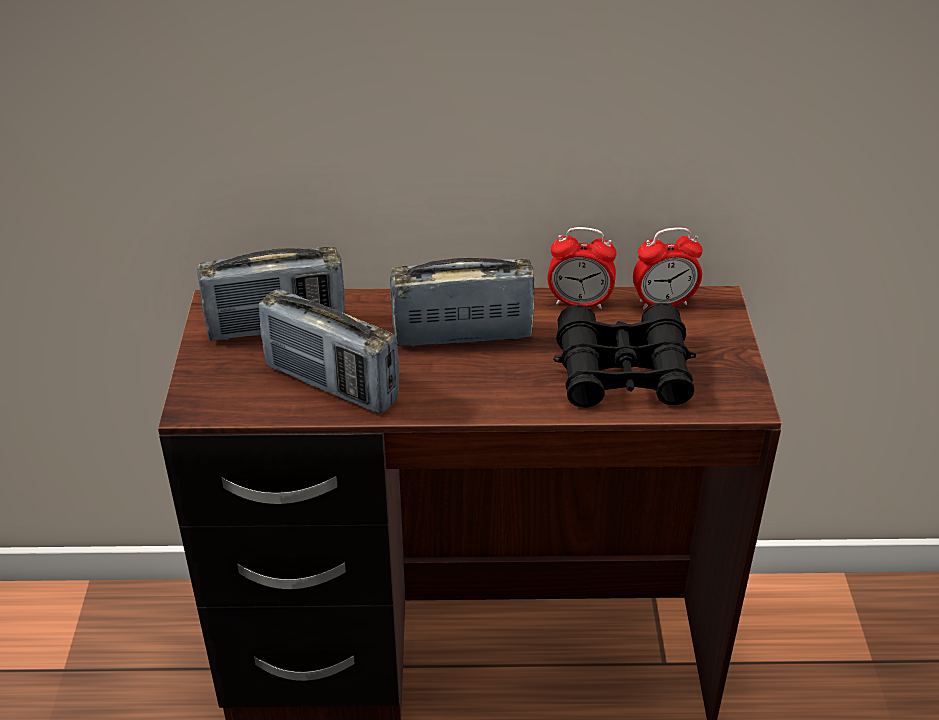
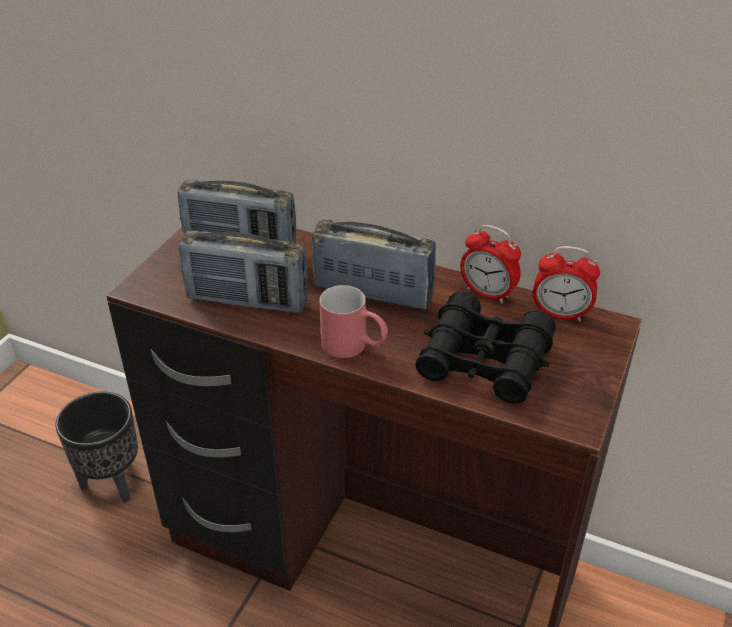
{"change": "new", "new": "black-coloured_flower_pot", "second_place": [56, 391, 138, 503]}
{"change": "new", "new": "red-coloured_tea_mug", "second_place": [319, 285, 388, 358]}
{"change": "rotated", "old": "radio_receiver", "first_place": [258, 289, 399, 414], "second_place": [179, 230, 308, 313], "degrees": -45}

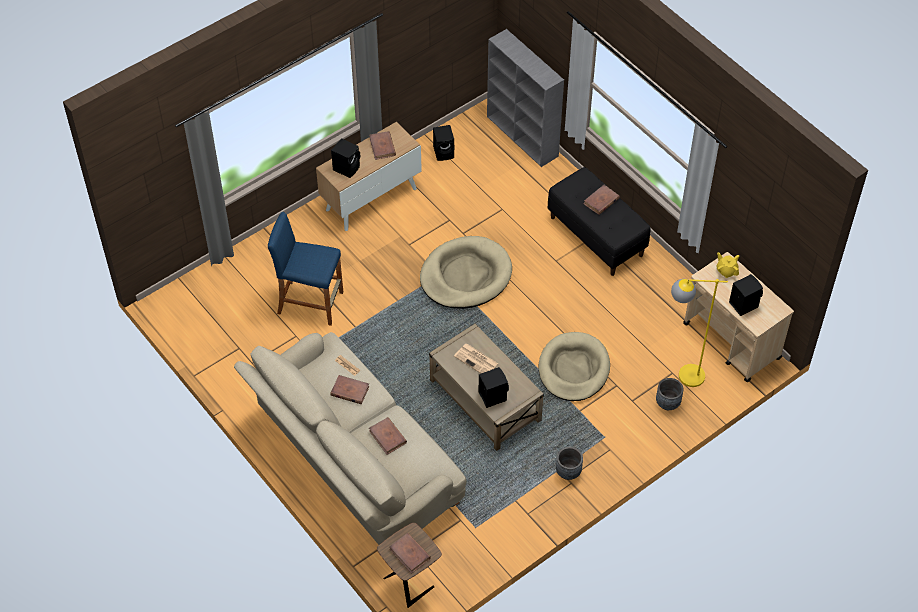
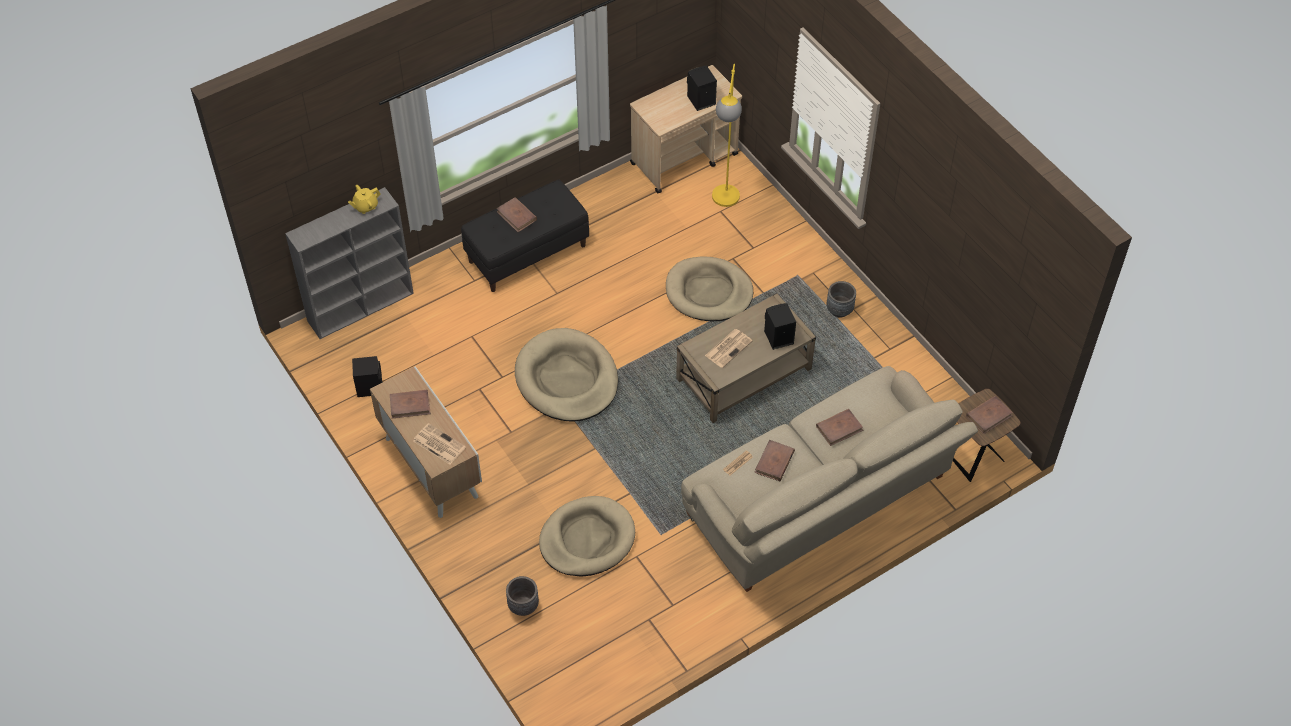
{"change": "shifted", "old": "grey_flower_pot", "first_place": [656, 378, 683, 410], "second_place": [506, 576, 539, 616]}
{"change": "shifted", "old": "yellow-coloured_tea_pot", "first_place": [717, 252, 739, 278], "second_place": [348, 185, 380, 214]}
{"change": "swapped", "old": "blue-coloured_stool_seat", "new": "beige_pet_bed", "first_place": [268, 212, 343, 326], "second_place": [539, 496, 635, 577]}
{"change": "swapped", "old": "black-coloured_audio_speaker", "new": "newspaper", "first_place": [331, 138, 360, 178], "second_place": [413, 423, 466, 465]}

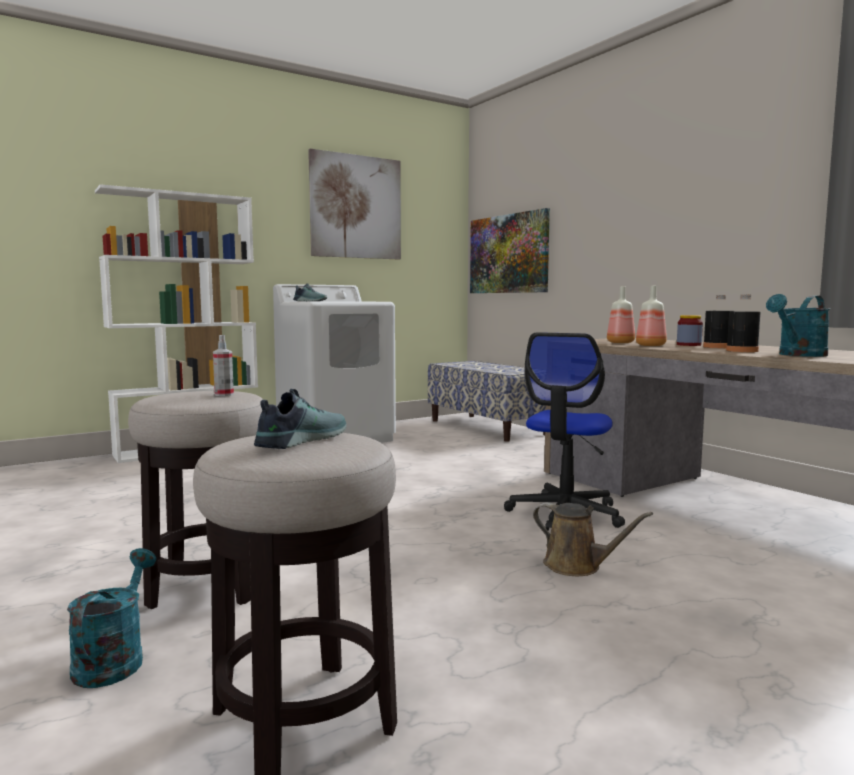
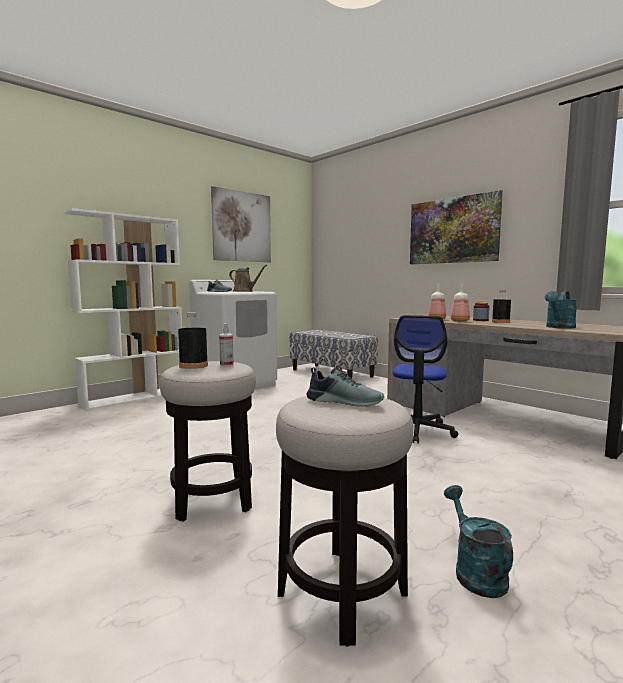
{"change": "shifted", "old": "turquoise_watering_can", "first_place": [67, 548, 156, 688], "second_place": [444, 485, 513, 598]}
{"change": "shifted", "old": "wall_art", "first_place": [470, 208, 550, 293], "second_place": [410, 190, 503, 264]}
{"change": "shifted", "old": "brown-coloured_watering_can", "first_place": [533, 502, 653, 576], "second_place": [229, 265, 267, 292]}
{"change": "shifted", "old": "black-coloured_bottle", "first_place": [726, 295, 761, 352], "second_place": [178, 312, 208, 369]}
{"change": "rotated", "old": "item_of_footwear", "first_place": [254, 389, 347, 449], "second_place": [306, 365, 384, 407], "degrees": 90}

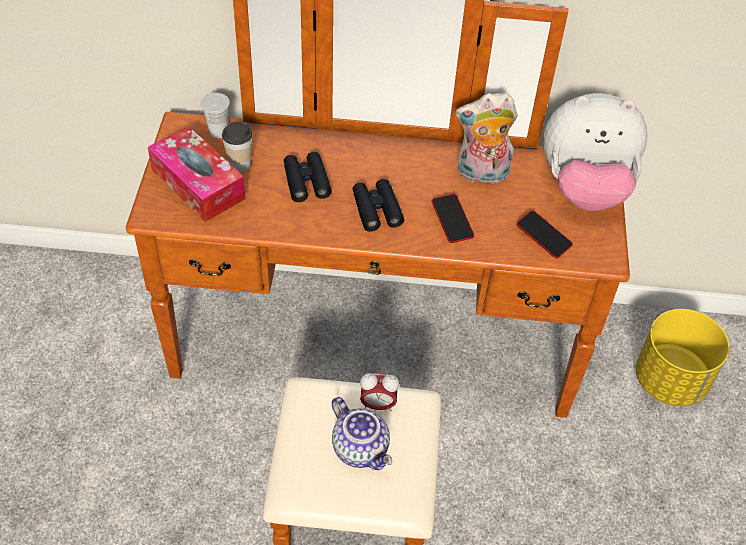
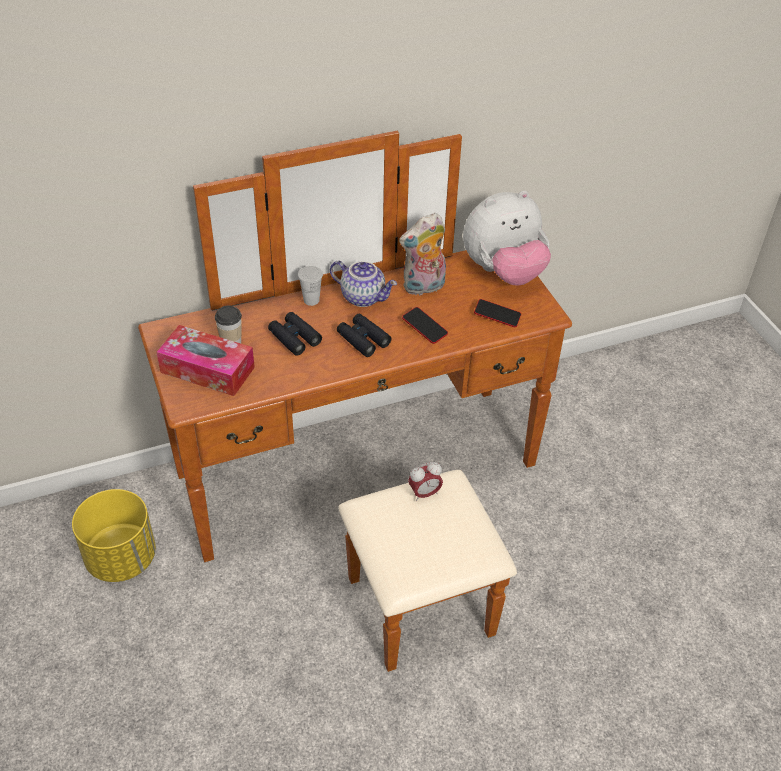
{"change": "shifted", "old": "white_cup", "first_place": [201, 93, 230, 138], "second_place": [298, 266, 323, 306]}
{"change": "shifted", "old": "tea_pot", "first_place": [332, 397, 392, 470], "second_place": [330, 260, 397, 307]}
{"change": "shifted", "old": "yellow-coloured_flower_pot", "first_place": [636, 309, 730, 406], "second_place": [72, 489, 156, 582]}

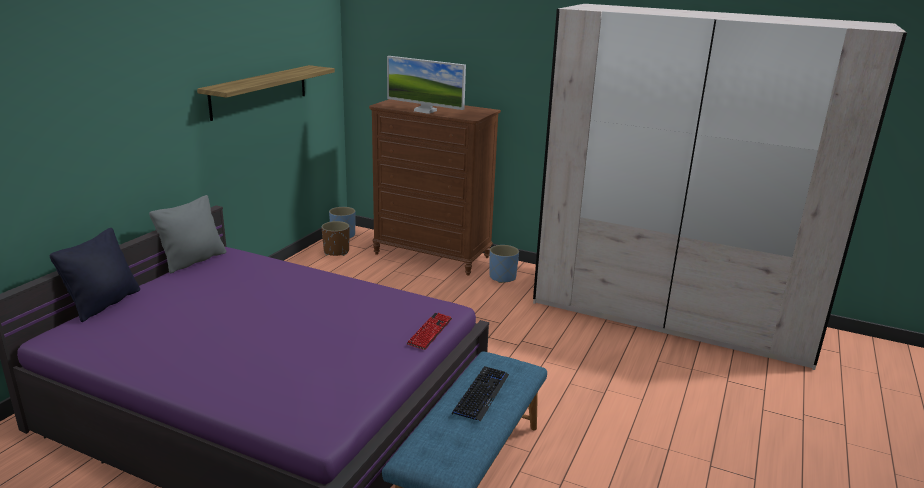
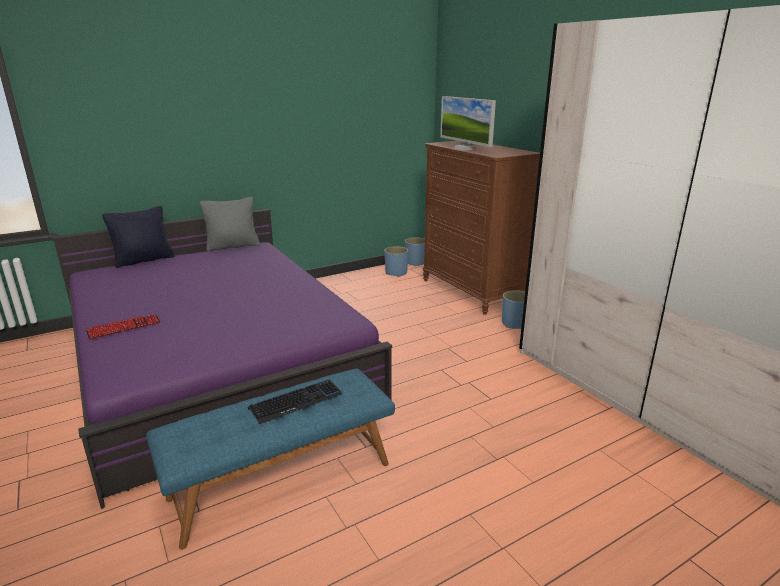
{"change": "gone", "old": "wall_shelf", "first_place": [197, 65, 335, 121]}
{"change": "shifted", "old": "keyboard", "first_place": [406, 313, 452, 350], "second_place": [86, 314, 160, 339]}
{"change": "repainted", "old": "brown-coloured_flower_pot", "new": "blue-coloured_flower_pot", "first_place": [321, 221, 350, 256], "second_place": [384, 246, 408, 277]}

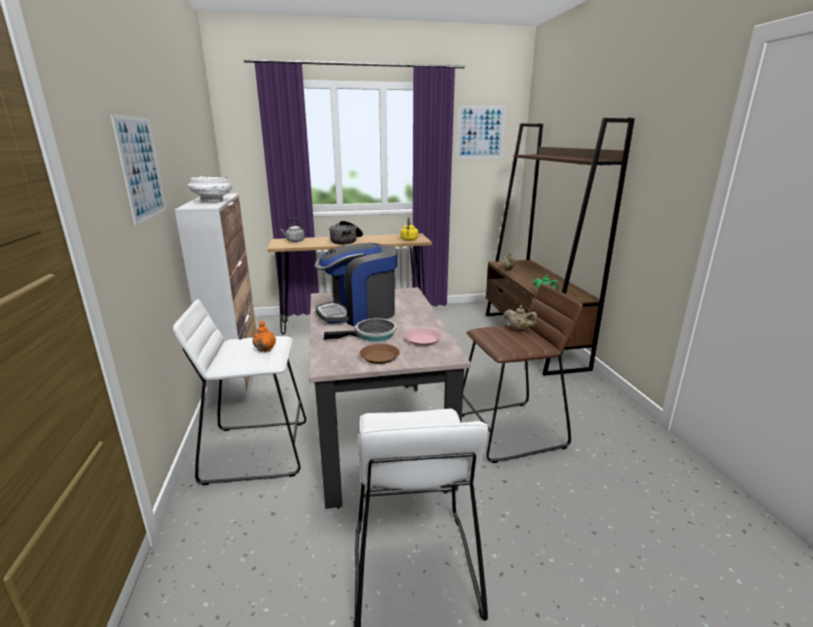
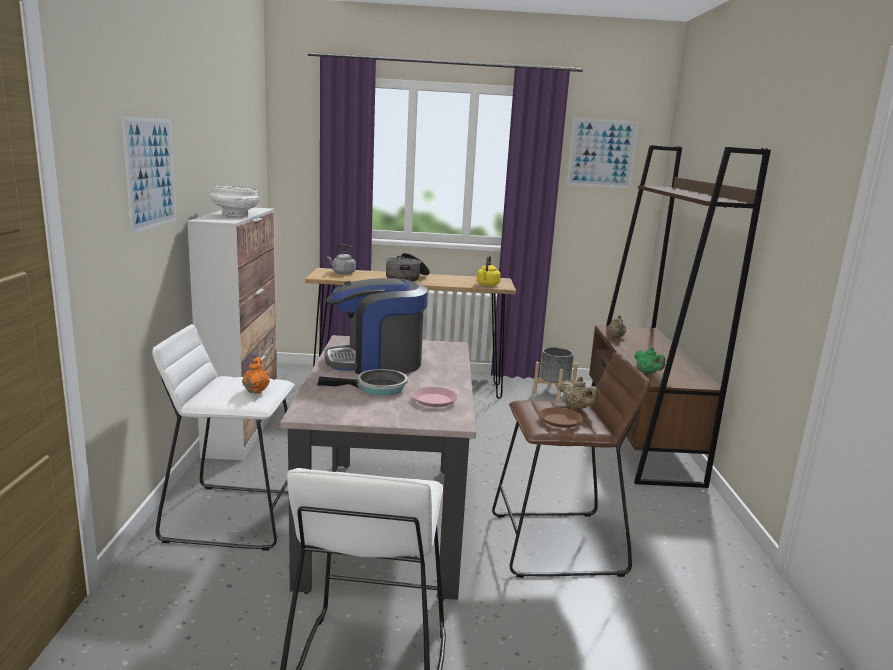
{"change": "new", "new": "grey_flower_pot", "second_place": [533, 347, 578, 401]}
{"change": "shifted", "old": "brown-coloured_dinner_plate", "first_place": [360, 344, 400, 364], "second_place": [539, 407, 583, 428]}

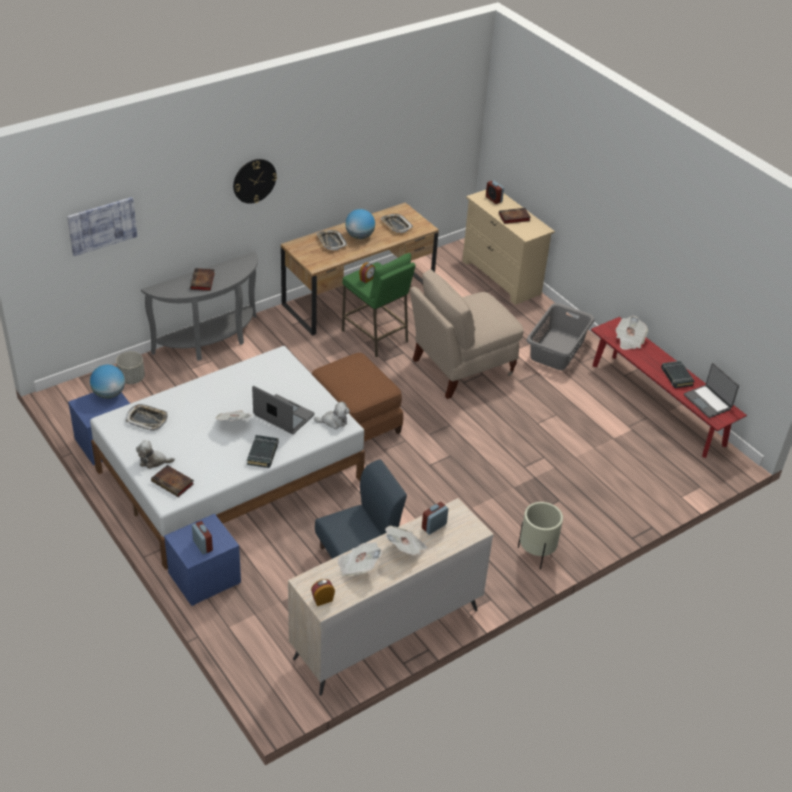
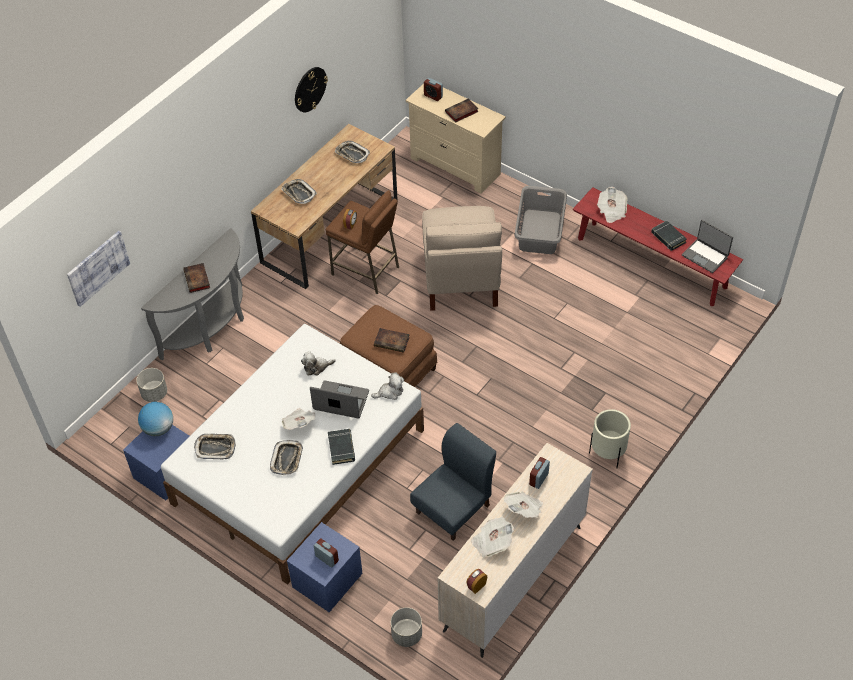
{"change": "gone", "old": "desk_globe", "first_place": [345, 209, 375, 239]}
{"change": "new", "new": "serving_tray", "second_place": [270, 440, 303, 475]}
{"change": "new", "new": "grey_flower_pot", "second_place": [391, 607, 422, 647]}
{"change": "shifted", "old": "soft_toy", "first_place": [136, 440, 175, 469], "second_place": [301, 351, 336, 375]}
{"change": "shifted", "old": "volume", "first_place": [151, 465, 194, 497], "second_place": [374, 328, 410, 353]}
{"change": "shifted", "old": "clock_on_the_wall", "first_place": [233, 159, 277, 204], "second_place": [295, 67, 328, 112]}
{"change": "repainted", "old": "greenish_stool_seat", "new": "brown-coloured_stool_seat", "first_place": [342, 253, 416, 357], "second_place": [326, 190, 399, 294]}
{"change": "rotated", "old": "beige_chair", "first_place": [410, 269, 524, 399], "second_place": [422, 206, 502, 311], "degrees": -45}

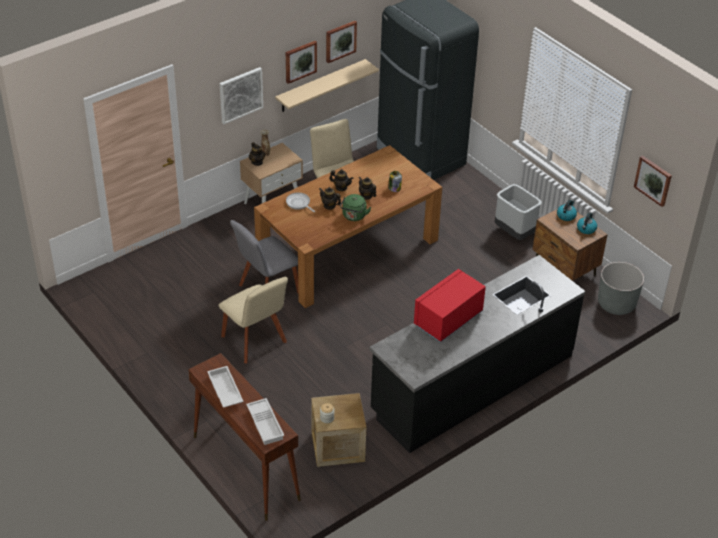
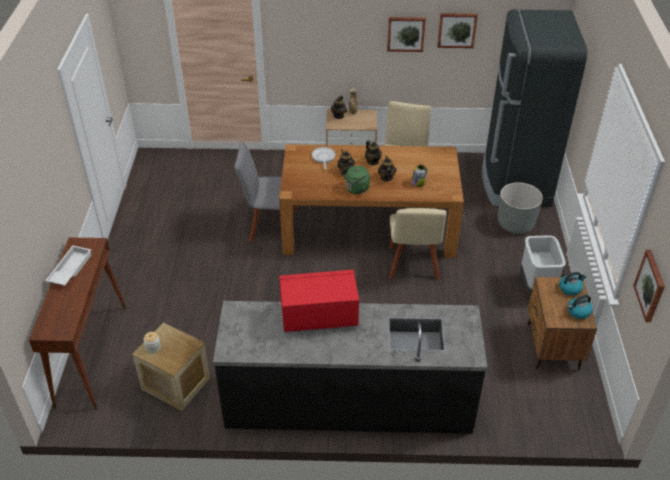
{"change": "gone", "old": "wall_art", "first_place": [220, 67, 263, 124]}
{"change": "gone", "old": "white_serving_tray", "first_place": [246, 398, 284, 445]}
{"change": "gone", "old": "beige_wall_shelf", "first_place": [275, 59, 379, 112]}
{"change": "shifted", "old": "beige_chair", "first_place": [218, 277, 288, 363], "second_place": [389, 208, 447, 280]}
{"change": "shifted", "old": "grey_flower_pot", "first_place": [598, 262, 644, 315], "second_place": [498, 182, 543, 234]}

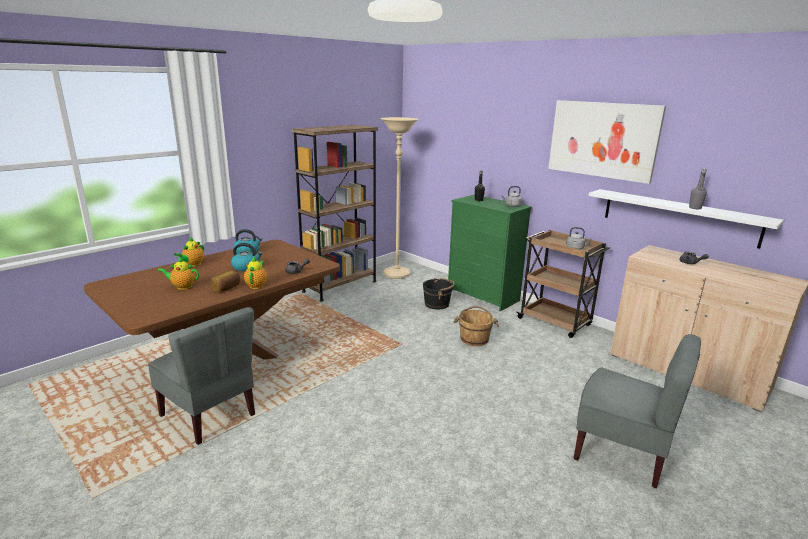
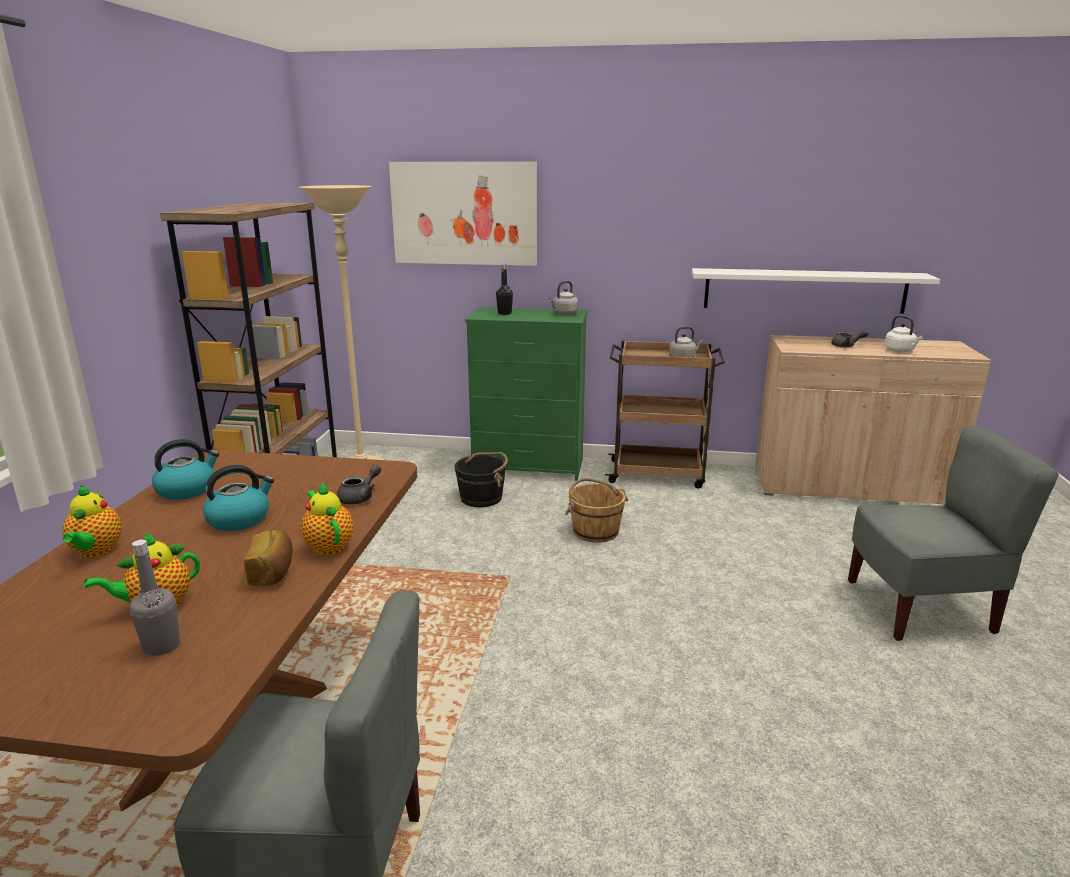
{"change": "new", "new": "white_tea_kettle", "second_place": [884, 315, 923, 352]}
{"change": "shifted", "old": "wall_art", "first_place": [548, 100, 666, 184], "second_place": [389, 162, 537, 266]}
{"change": "shifted", "old": "grey_bottle", "first_place": [689, 168, 707, 209], "second_place": [130, 539, 180, 656]}

